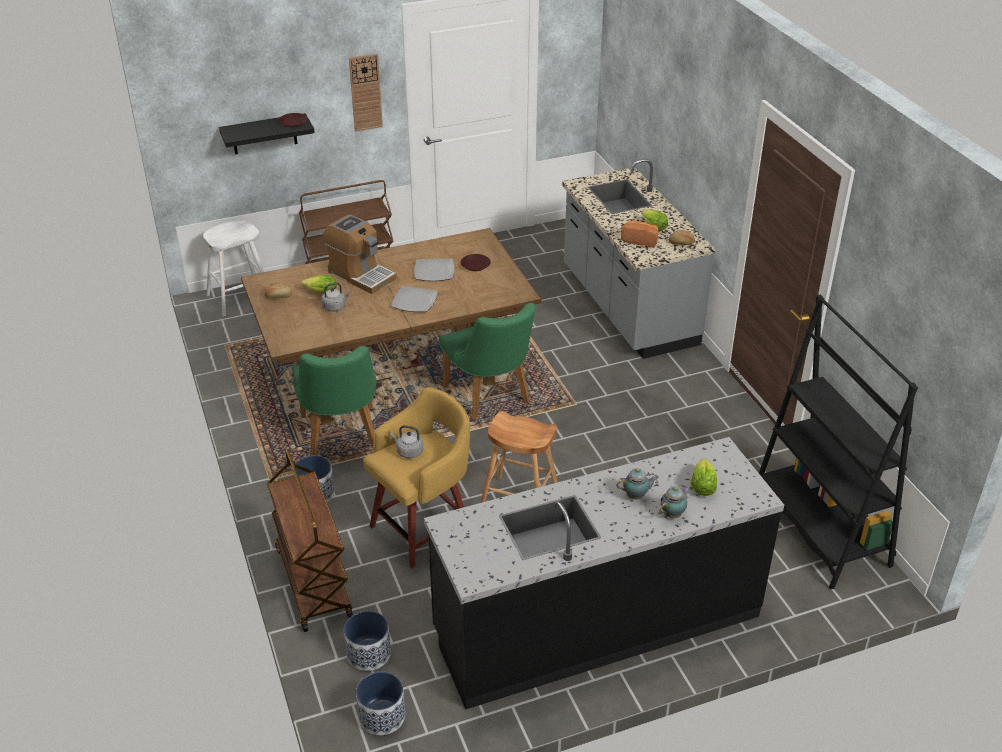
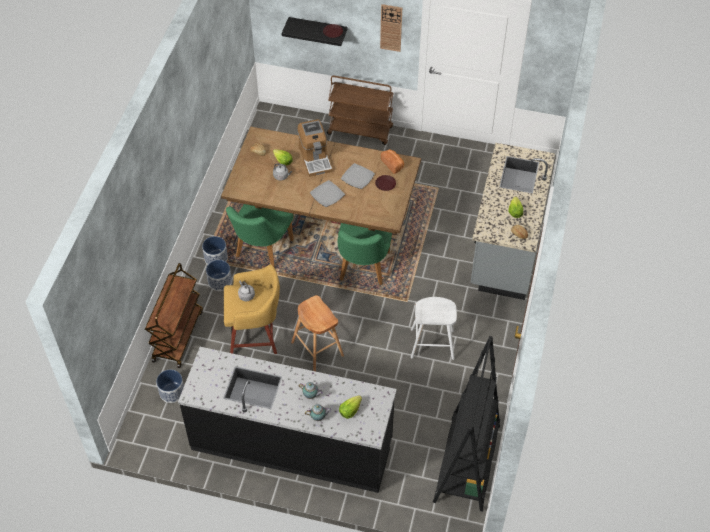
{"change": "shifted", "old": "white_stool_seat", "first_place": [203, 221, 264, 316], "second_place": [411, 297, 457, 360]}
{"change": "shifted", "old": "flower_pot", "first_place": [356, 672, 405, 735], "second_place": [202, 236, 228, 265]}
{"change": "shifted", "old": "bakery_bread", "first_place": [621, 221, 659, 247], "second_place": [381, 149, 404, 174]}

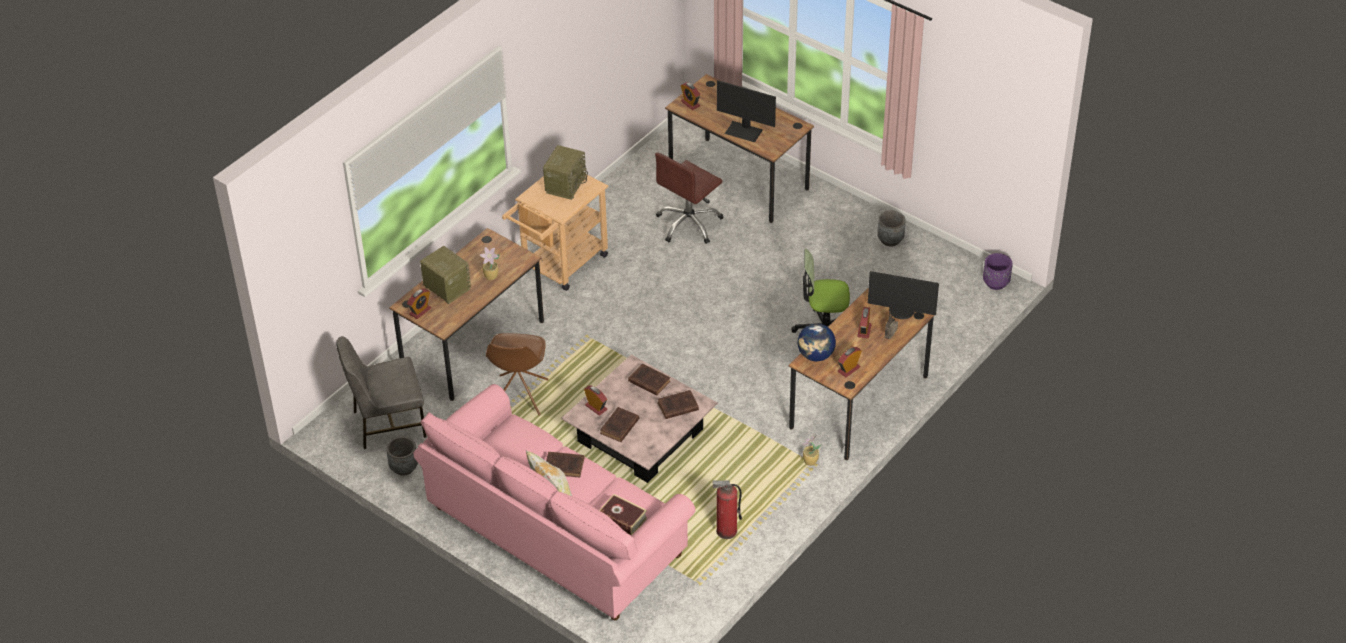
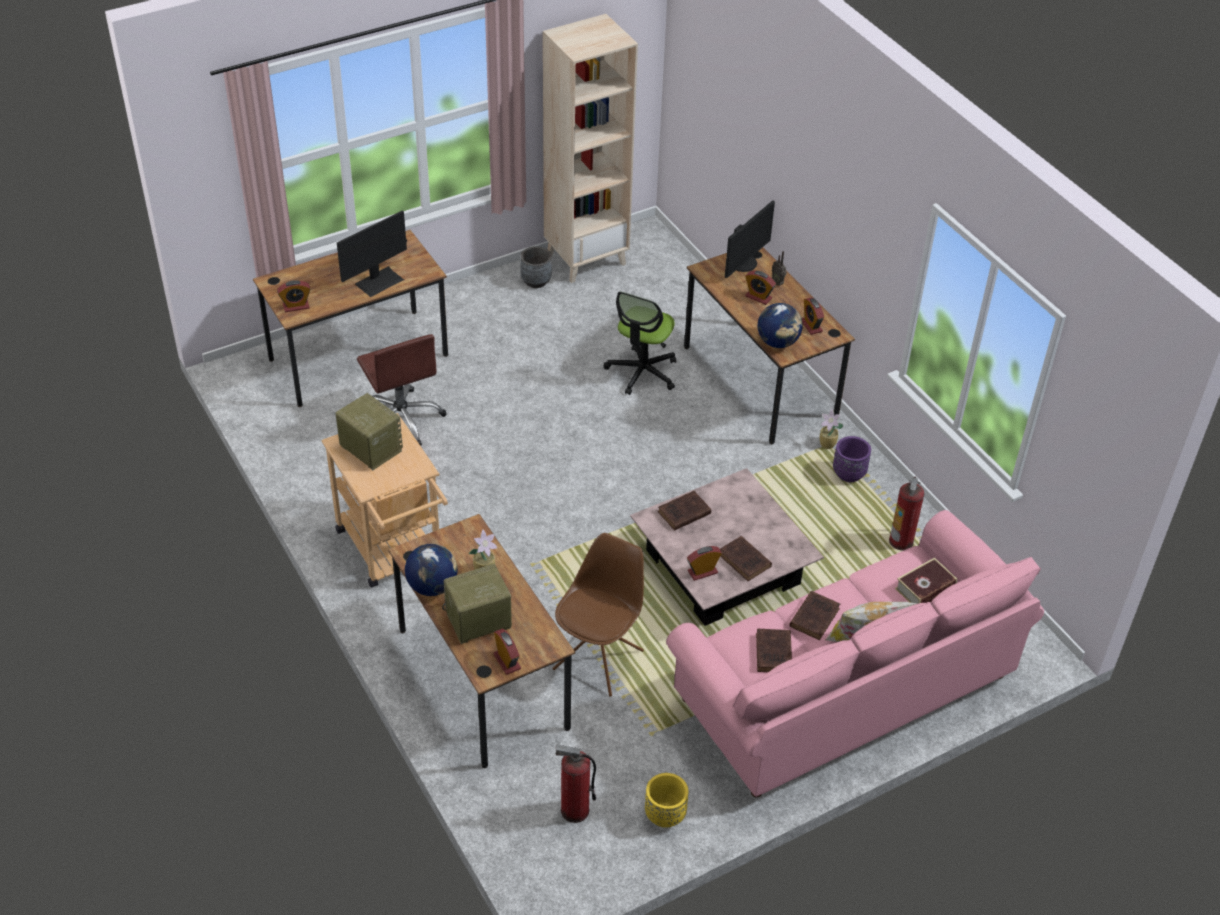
{"change": "new", "new": "desk_globe", "second_place": [405, 544, 457, 596]}
{"change": "new", "new": "beige_bookshelf", "second_place": [543, 14, 638, 283]}
{"change": "shifted", "old": "brown-coloured_volume", "first_place": [658, 390, 699, 419], "second_place": [756, 629, 792, 672]}
{"change": "shifted", "old": "purplish_flower_pot", "first_place": [983, 253, 1012, 290], "second_place": [833, 436, 871, 482]}
{"change": "swapped", "old": "grey_chair", "new": "extinguisher", "first_place": [336, 336, 426, 449], "second_place": [556, 745, 596, 823]}
{"change": "repainted", "old": "grey_flower_pot", "new": "yellow-coloured_flower_pot", "first_place": [386, 436, 418, 476], "second_place": [645, 773, 688, 828]}
{"change": "rotated", "old": "brown-coloured_chair", "first_place": [486, 333, 549, 416], "second_place": [552, 533, 644, 697], "degrees": -90}

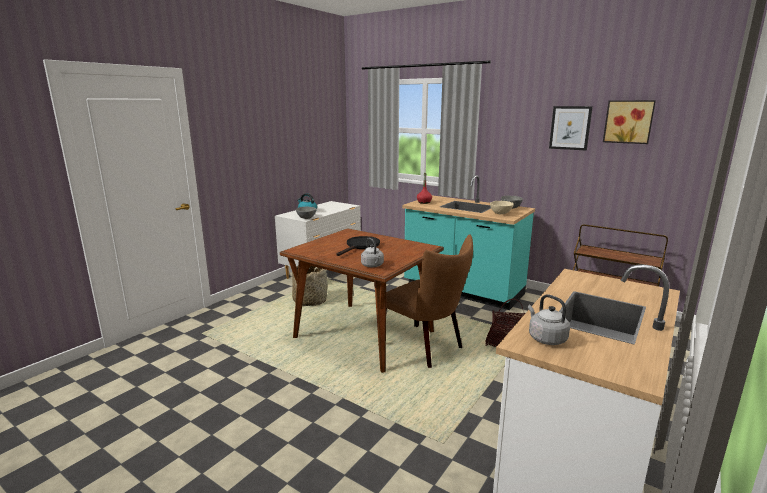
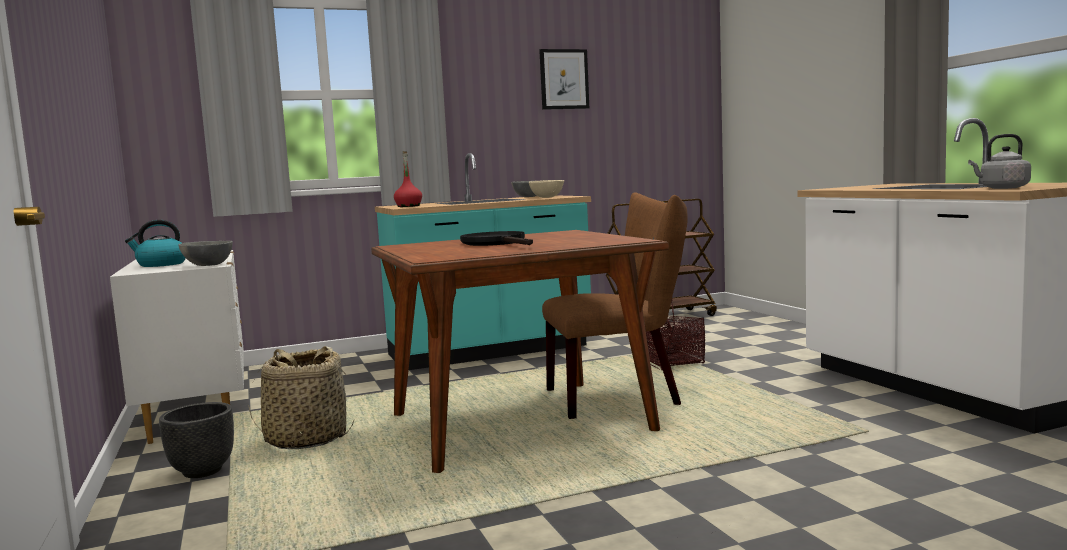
{"change": "gone", "old": "grey_tea_kettle", "first_place": [361, 238, 384, 267]}
{"change": "gone", "old": "wall_art", "first_place": [603, 100, 656, 144]}
{"change": "new", "new": "black-coloured_flower_pot", "second_place": [159, 402, 234, 478]}

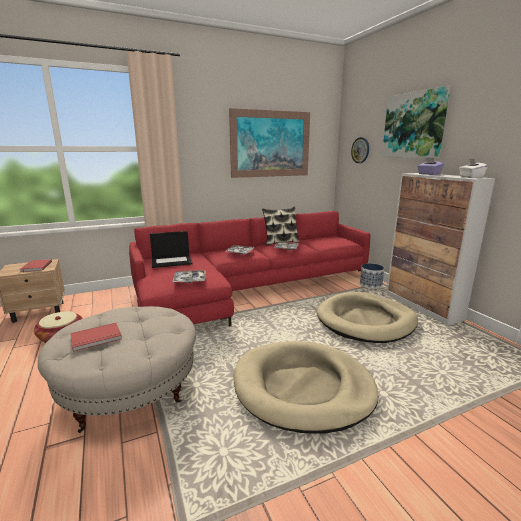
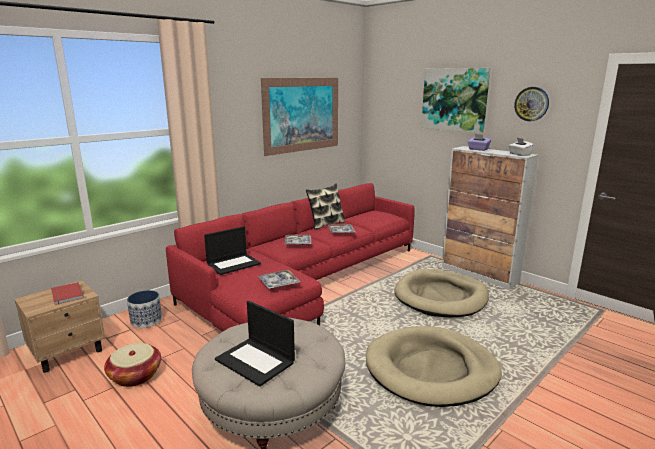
{"change": "shifted", "old": "clock_on_the_wall", "first_place": [351, 137, 369, 163], "second_place": [514, 87, 549, 121]}
{"change": "shifted", "old": "flower_pot", "first_place": [360, 263, 384, 289], "second_place": [127, 290, 162, 328]}
{"change": "swapped", "old": "red-coloured_volume", "new": "portable_computer", "first_place": [70, 323, 122, 352], "second_place": [215, 301, 295, 387]}

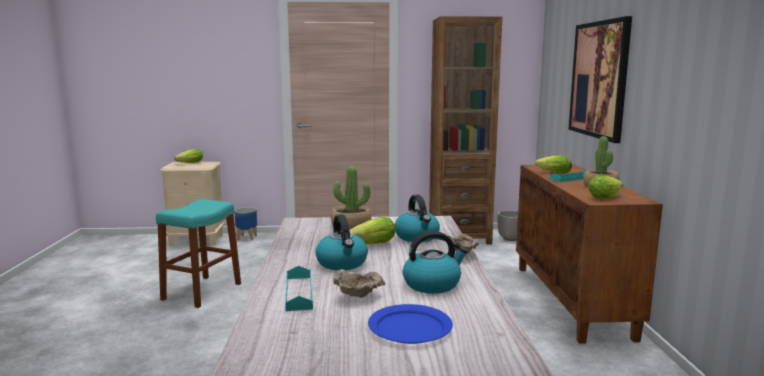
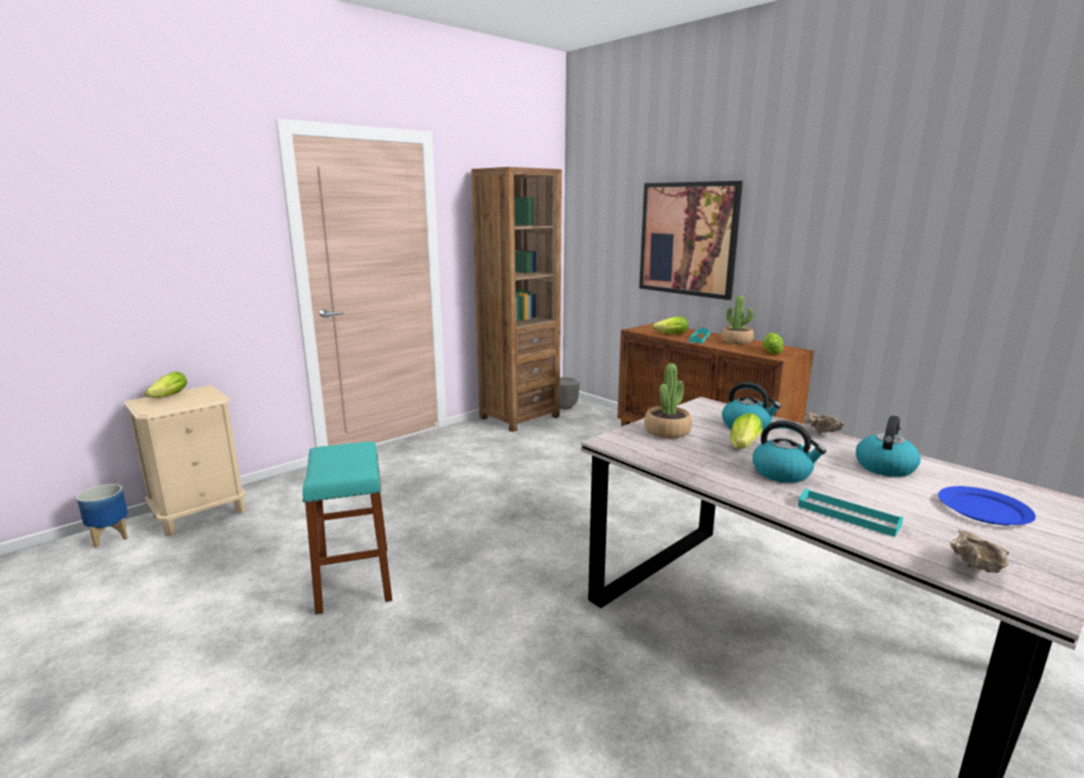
{"change": "shifted", "old": "flower_pot", "first_place": [235, 207, 257, 240], "second_place": [77, 484, 128, 548]}
{"change": "shifted", "old": "beige_deep_dish", "first_place": [333, 269, 385, 298], "second_place": [950, 530, 1010, 573]}

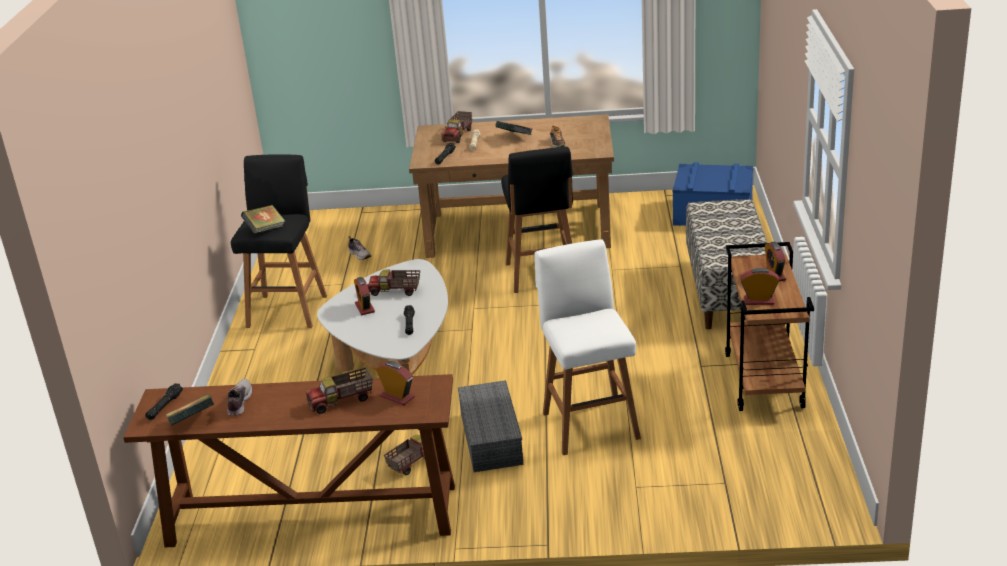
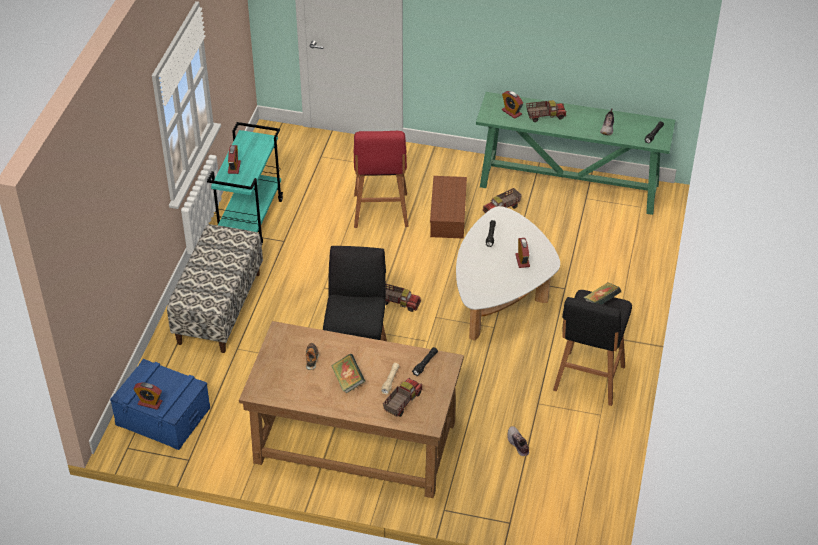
{"change": "gone", "old": "volume", "first_place": [166, 395, 214, 426]}
{"change": "shifted", "old": "toy_truck", "first_place": [367, 270, 420, 296], "second_place": [385, 284, 421, 312]}
{"change": "shifted", "old": "alarm_clock", "first_place": [741, 268, 779, 305], "second_place": [133, 382, 162, 410]}
{"change": "repainted", "old": "brown-coloured_console_table", "new": "greenish_console_table", "first_place": [123, 374, 455, 547], "second_place": [476, 92, 675, 215]}
{"change": "repainted", "old": "grey_storage_box", "new": "brown-coloured_storage_box", "first_place": [458, 380, 523, 472], "second_place": [430, 176, 467, 239]}
{"change": "repainted", "old": "white_stool_seat", "new": "red-coloured_stool_seat", "first_place": [534, 239, 641, 455], "second_place": [353, 131, 408, 228]}
{"change": "repainted", "old": "brown-coloured_wheeled_cart", "new": "turquoise_wheeled_cart", "first_place": [725, 242, 814, 411], "second_place": [207, 122, 283, 244]}

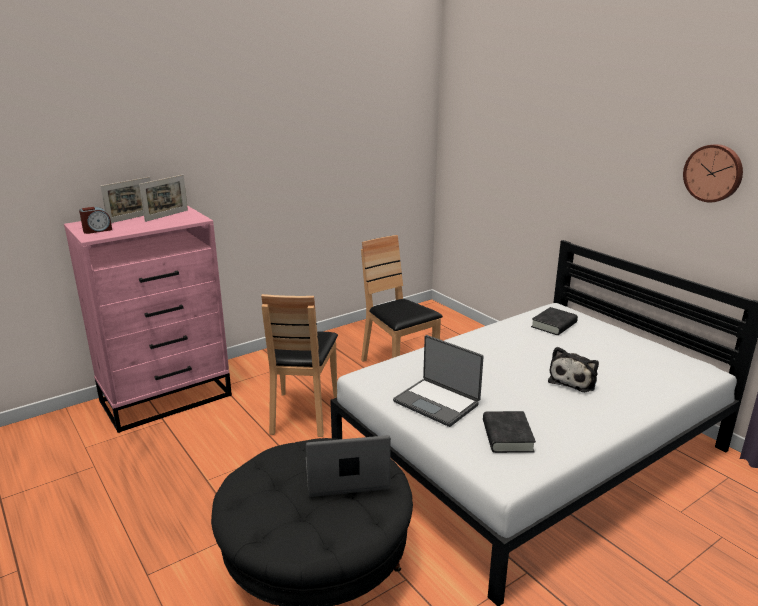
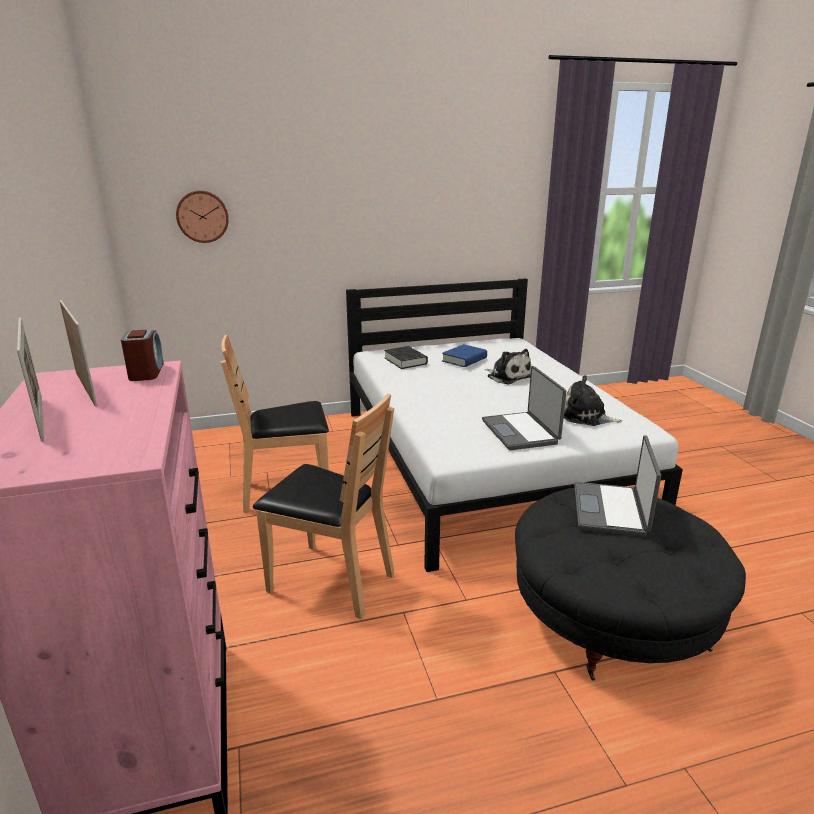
{"change": "new", "new": "blue-coloured_volume", "second_place": [442, 344, 487, 367]}
{"change": "shifted", "old": "alarm_clock", "first_place": [79, 207, 112, 234], "second_place": [121, 330, 164, 381]}
{"change": "shifted", "old": "clock_on_the_wall", "first_place": [683, 144, 743, 202], "second_place": [176, 191, 229, 243]}
{"change": "swapped", "old": "black-coloured_volume", "new": "soft_toy", "first_place": [483, 411, 536, 453], "second_place": [564, 375, 622, 426]}
{"change": "rotated", "old": "portable_computer", "first_place": [393, 335, 484, 427], "second_place": [482, 366, 566, 450], "degrees": 105}

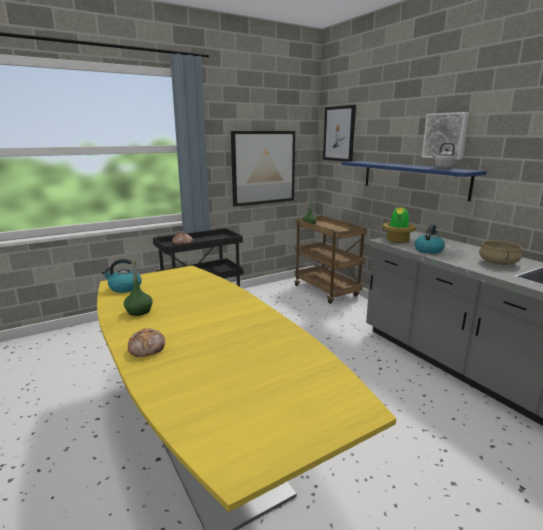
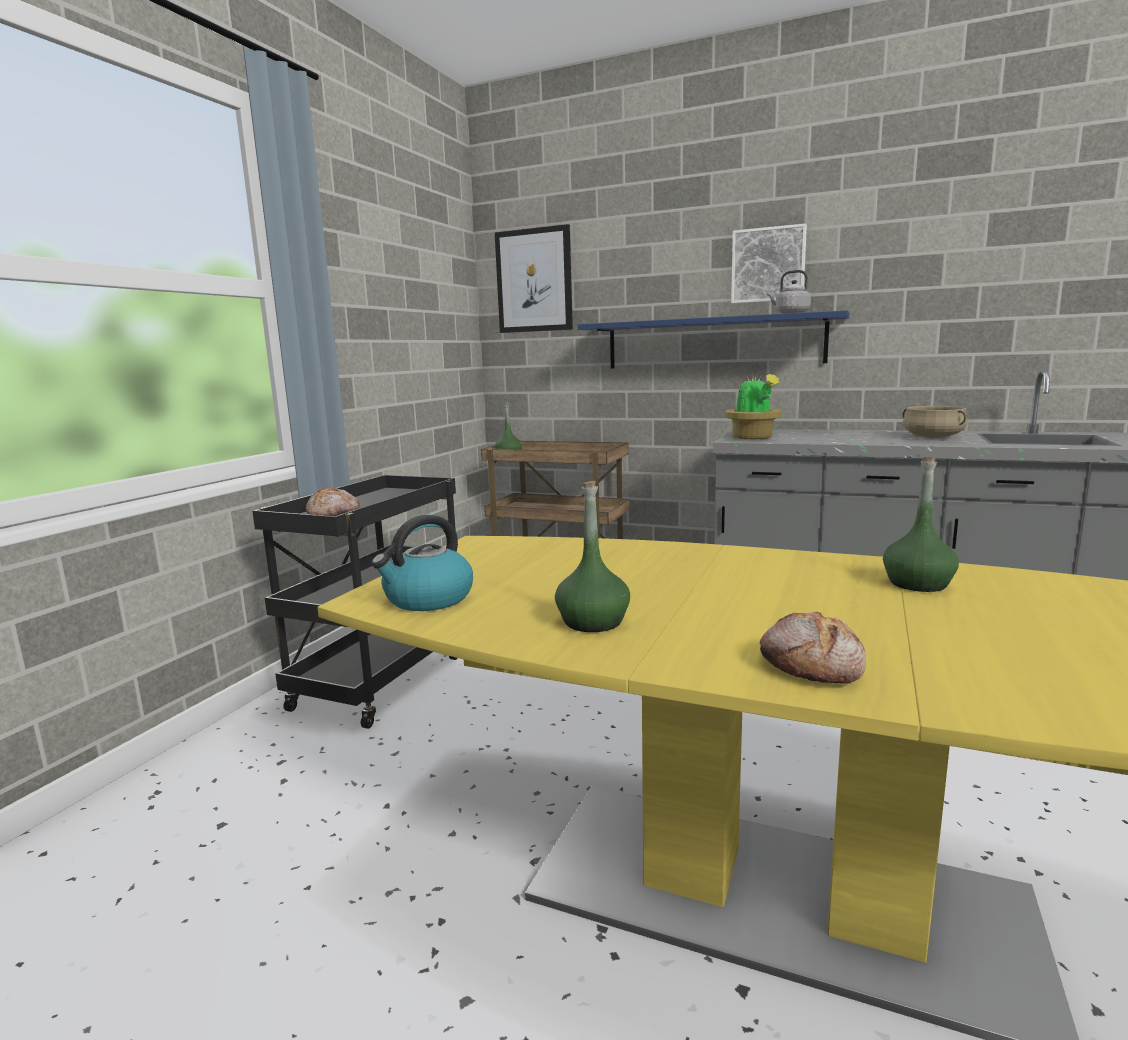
{"change": "gone", "old": "wall_art", "first_place": [231, 131, 295, 207]}
{"change": "gone", "old": "tea_kettle", "first_place": [415, 224, 445, 254]}
{"change": "new", "new": "greenish_bottle", "second_place": [883, 457, 959, 592]}

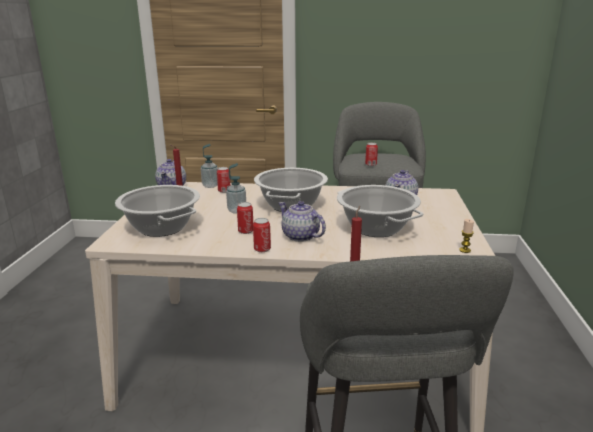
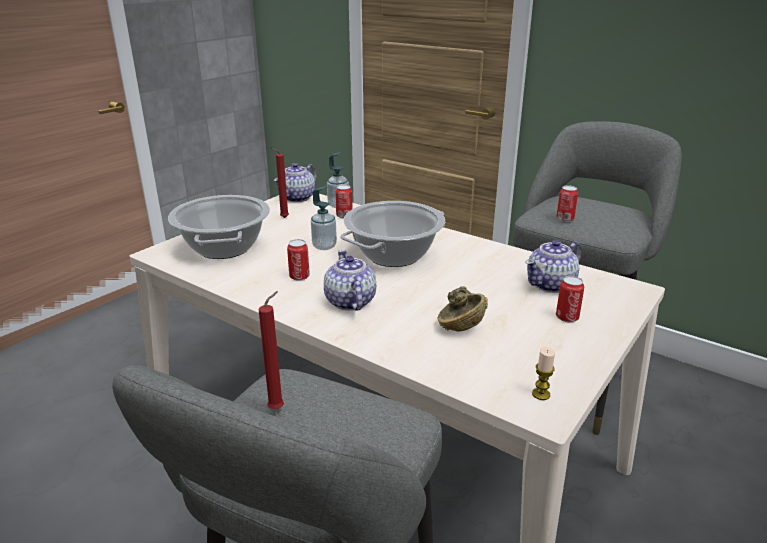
{"change": "shifted", "old": "sealed_can", "first_place": [253, 218, 271, 252], "second_place": [556, 276, 584, 322]}
{"change": "swapped", "old": "saucepot", "new": "brown-coloured_deep_dish", "first_place": [337, 185, 423, 237], "second_place": [438, 287, 488, 331]}

